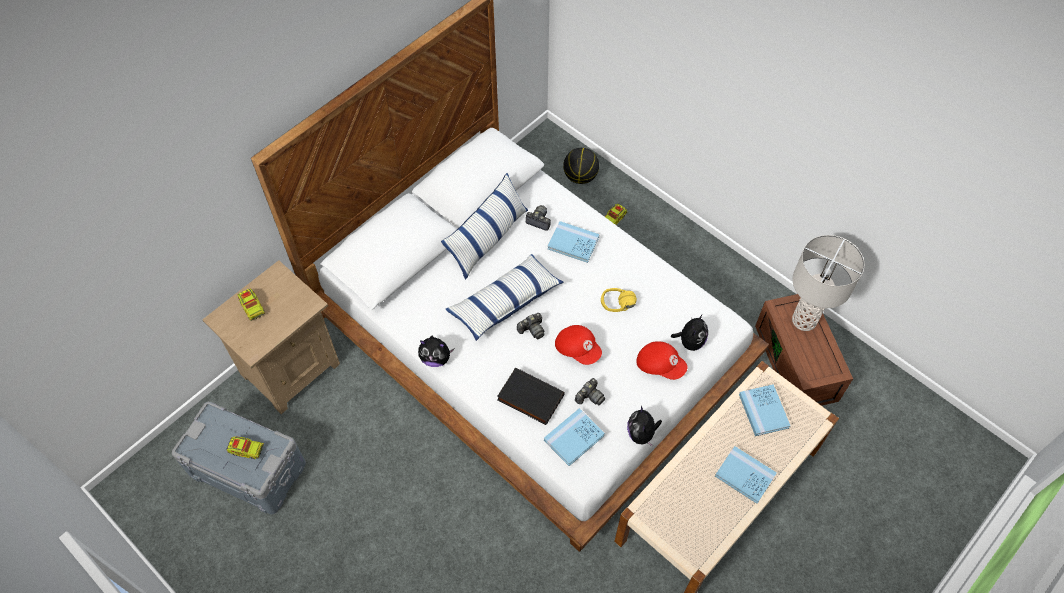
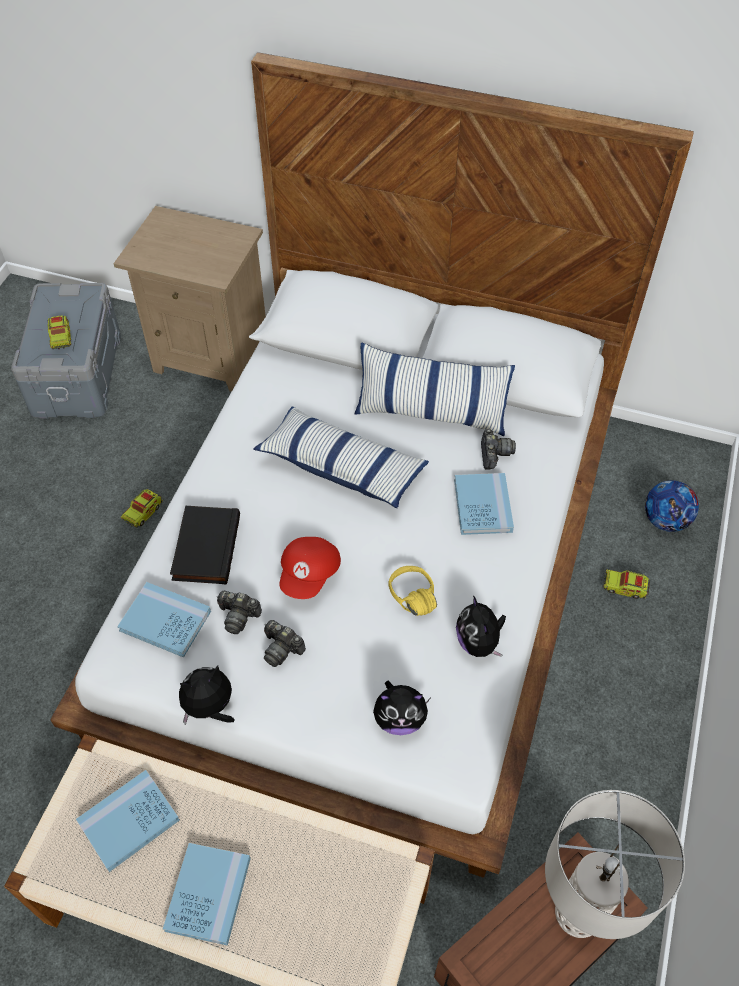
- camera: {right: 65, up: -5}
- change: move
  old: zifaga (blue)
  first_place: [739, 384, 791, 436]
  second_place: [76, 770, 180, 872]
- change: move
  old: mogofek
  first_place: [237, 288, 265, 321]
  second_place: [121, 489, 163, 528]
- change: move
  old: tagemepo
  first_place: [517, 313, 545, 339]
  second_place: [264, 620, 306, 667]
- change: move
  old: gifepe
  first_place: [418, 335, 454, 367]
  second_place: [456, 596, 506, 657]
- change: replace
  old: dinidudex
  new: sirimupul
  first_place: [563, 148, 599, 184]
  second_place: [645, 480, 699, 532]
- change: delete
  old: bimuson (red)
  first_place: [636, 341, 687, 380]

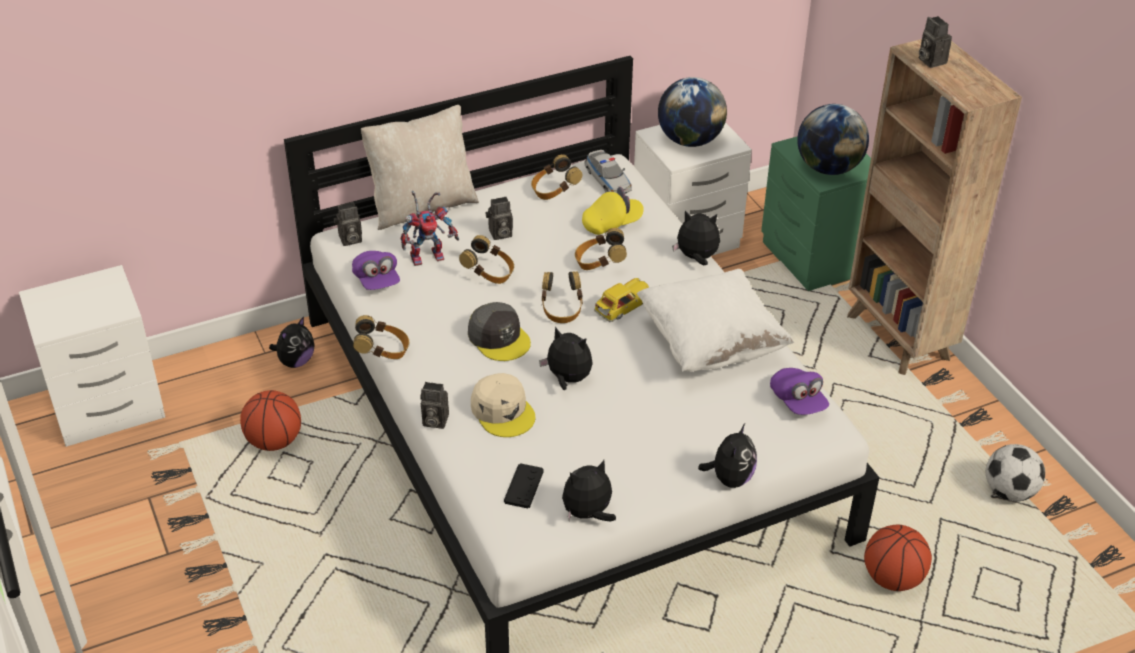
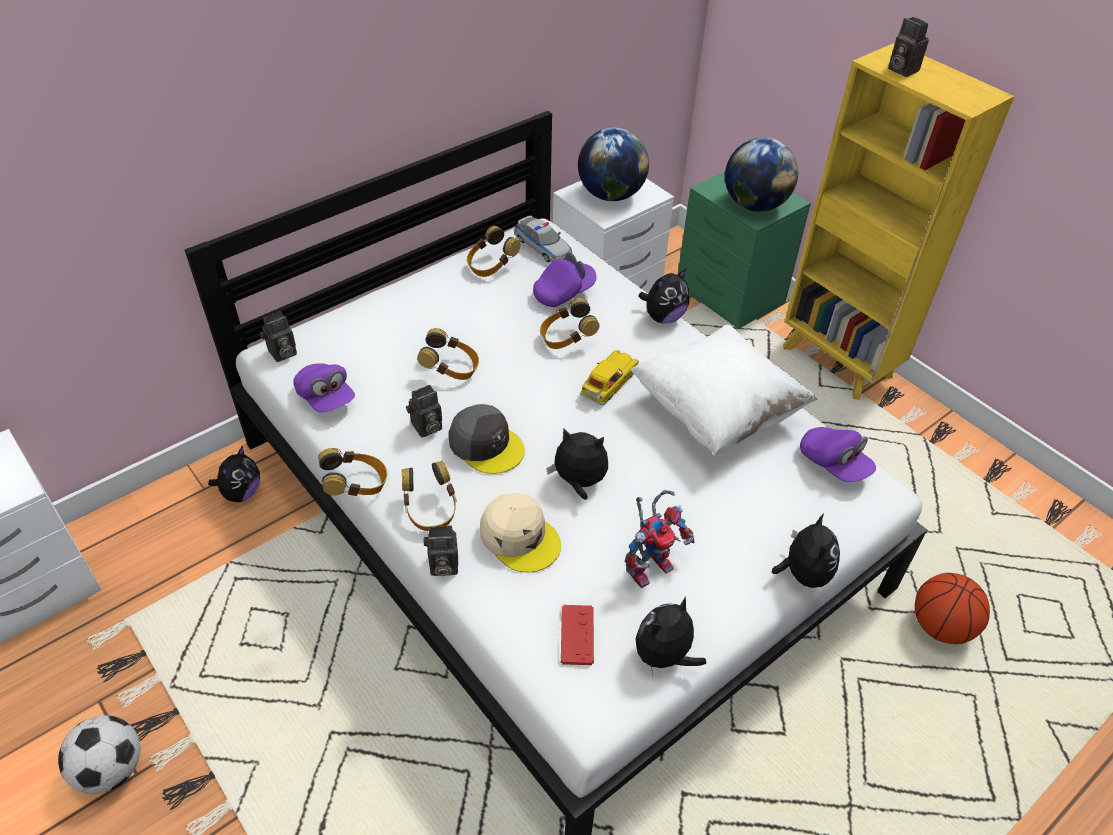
- camera: {right: -15, up: 5}
- change: move
  old: sirimupul
  first_place: [986, 444, 1045, 502]
  second_place: [58, 715, 140, 794]
- change: move
  old: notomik
  first_place: [542, 271, 583, 323]
  second_place: [402, 461, 457, 531]
- change: move
  old: tagemepo
  first_place: [485, 197, 513, 240]
  second_place: [406, 385, 442, 438]
- change: recolor
  old: bimuson (yellow)
  new: bimuson (purple)
  first_place: [582, 187, 644, 235]
  second_place: [533, 252, 596, 307]
- change: recolor
  old: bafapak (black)
  new: bafapak (red)
  first_place: [504, 463, 544, 508]
  second_place: [561, 605, 594, 665]
- change: move
  old: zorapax
  first_place: [401, 191, 459, 266]
  second_place: [625, 490, 695, 588]
- change: rotate
  old: gifepe
  first_place: [672, 211, 720, 266]
  second_place: [639, 268, 689, 324]
  degrees: 150
- change: recolor
  old: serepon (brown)
  new: serepon (yellow)
  first_place: [847, 39, 1022, 375]
  second_place: [783, 43, 1014, 400]
- change: delete
  old: dinidudex
  first_place: [240, 390, 301, 451]
- change: delete
  old: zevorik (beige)
  first_place: [361, 105, 479, 230]

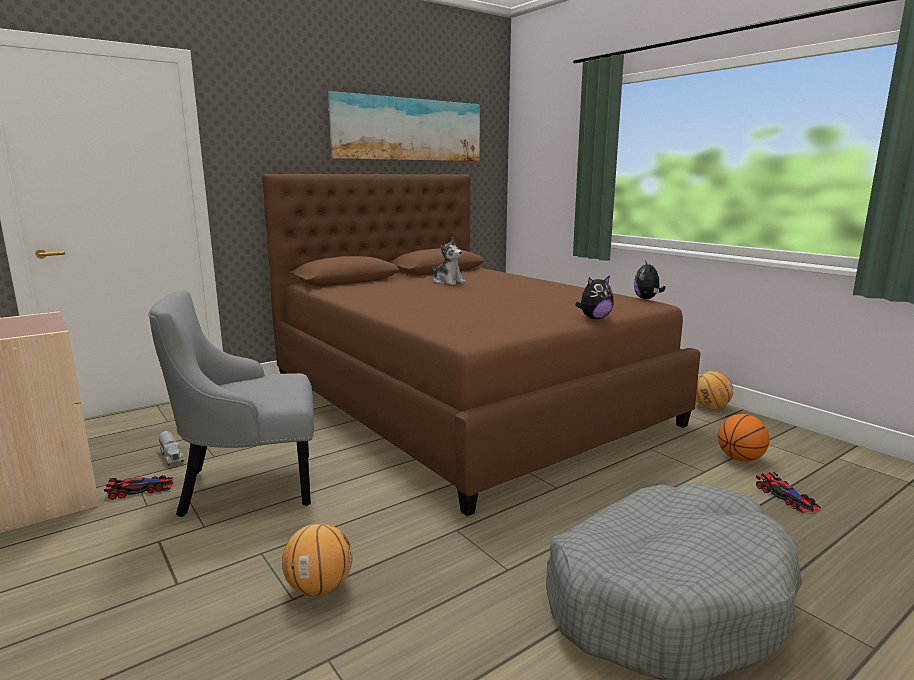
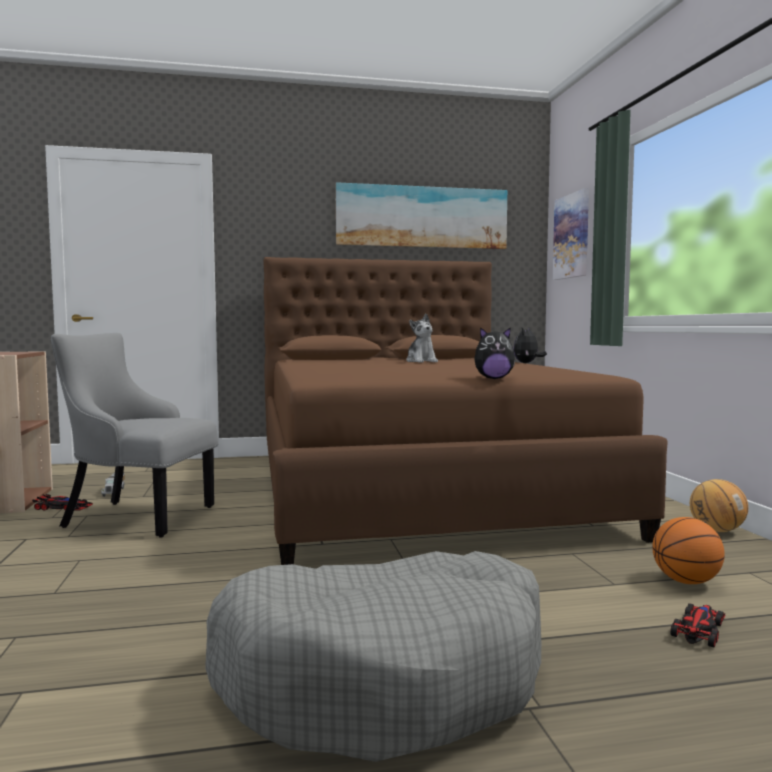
- camera: {right: 25, up: -10}
- change: move
  old: gifepe
  first_place: [634, 260, 666, 299]
  second_place: [513, 328, 547, 363]
- change: insert
  new: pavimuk
  second_place: [553, 188, 589, 280]
- change: rotate
  old: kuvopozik
  first_place: [756, 472, 821, 513]
  second_place: [670, 603, 726, 648]
  degrees: -150
- change: delete
  old: dinidudex
  first_place: [282, 523, 353, 596]

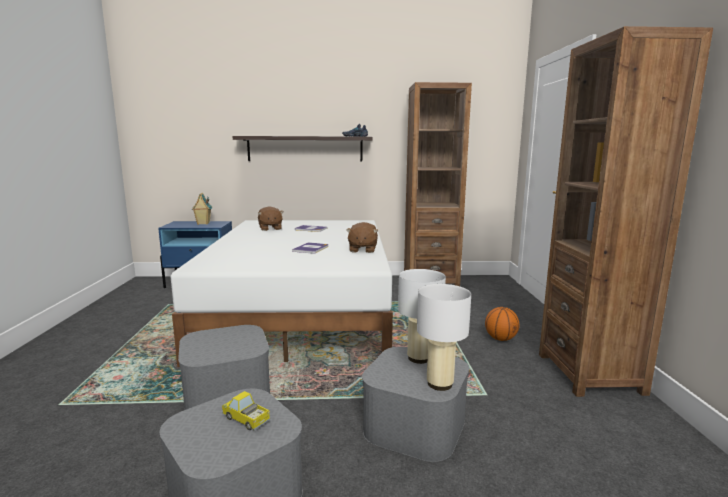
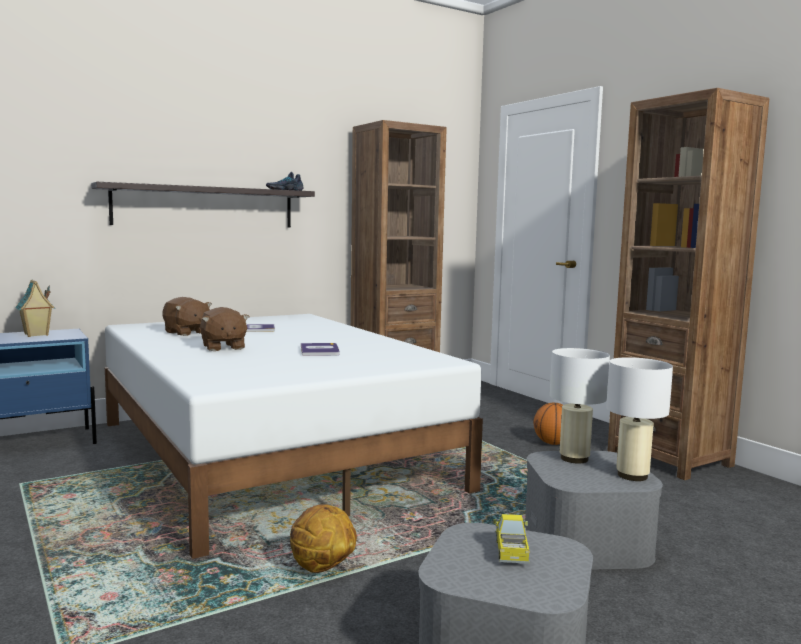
- camera: {right: -30, up: -5}
- change: move
  old: gifepe (brown)
  first_place: [346, 222, 378, 253]
  second_place: [200, 307, 249, 351]
- change: replace
  old: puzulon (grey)
  new: dinidudex
  first_place: [178, 325, 270, 410]
  second_place: [290, 504, 357, 573]
- change: rotate
  old: mogofek
  first_place: [222, 391, 270, 430]
  second_place: [493, 514, 530, 564]
  degrees: 90

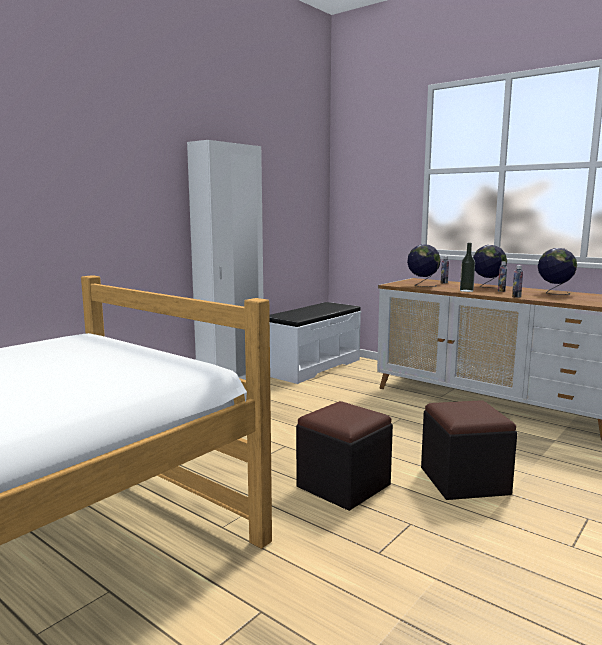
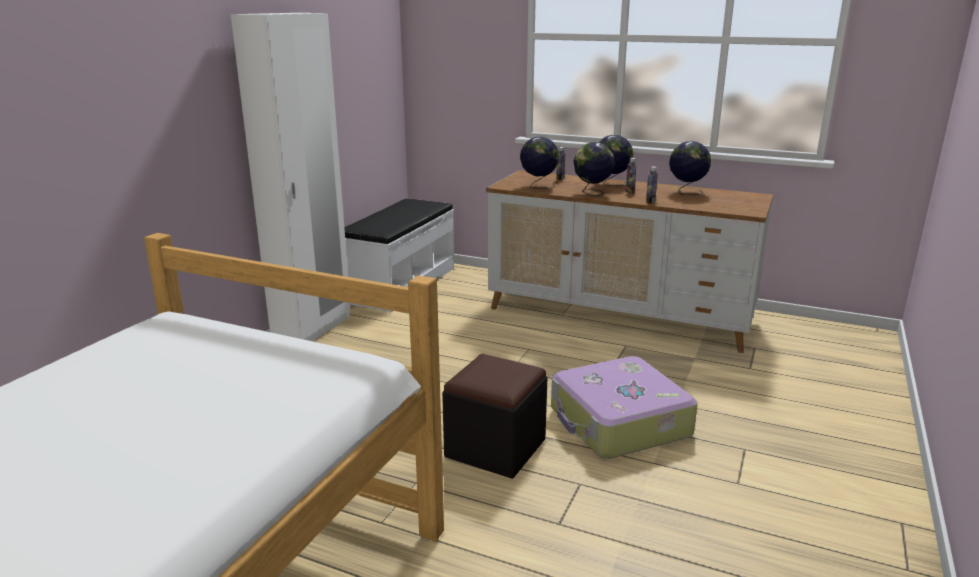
- camera: {right: -15, up: 10}
- change: replace
  old: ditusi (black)
  new: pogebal
  first_place: [421, 400, 517, 500]
  second_place: [551, 356, 698, 459]
- change: replace
  old: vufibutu
  new: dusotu
  first_place: [460, 243, 475, 292]
  second_place: [573, 142, 615, 196]

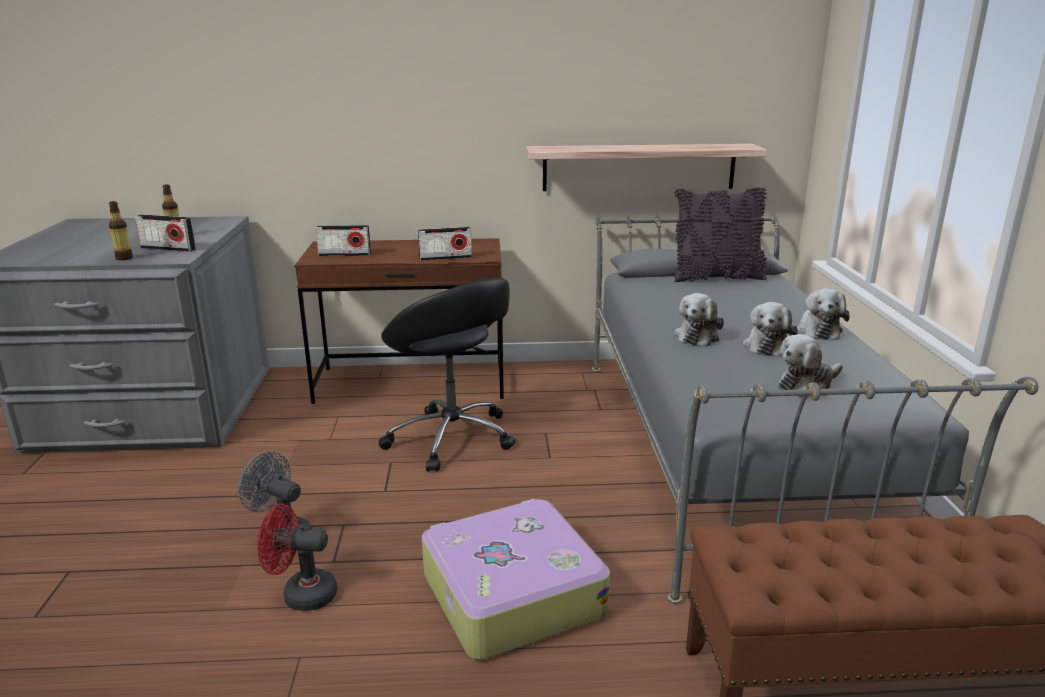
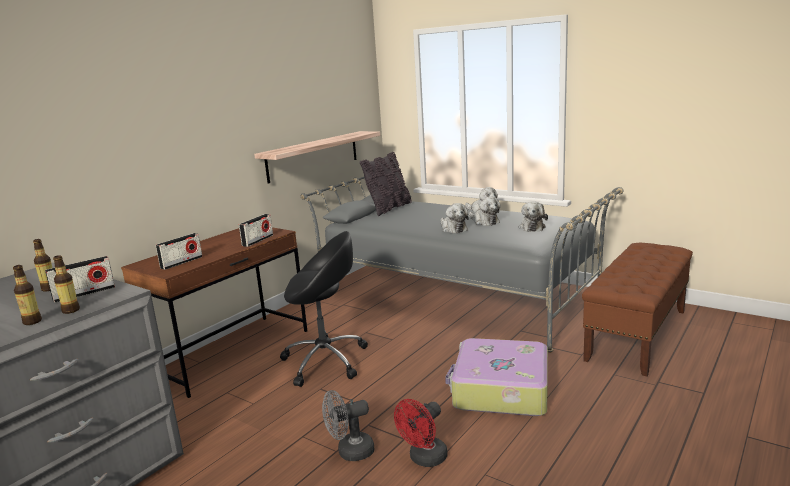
- camera: {right: -50, up: -5}
- change: insert
  new: vufibutu
  second_place: [13, 265, 42, 325]

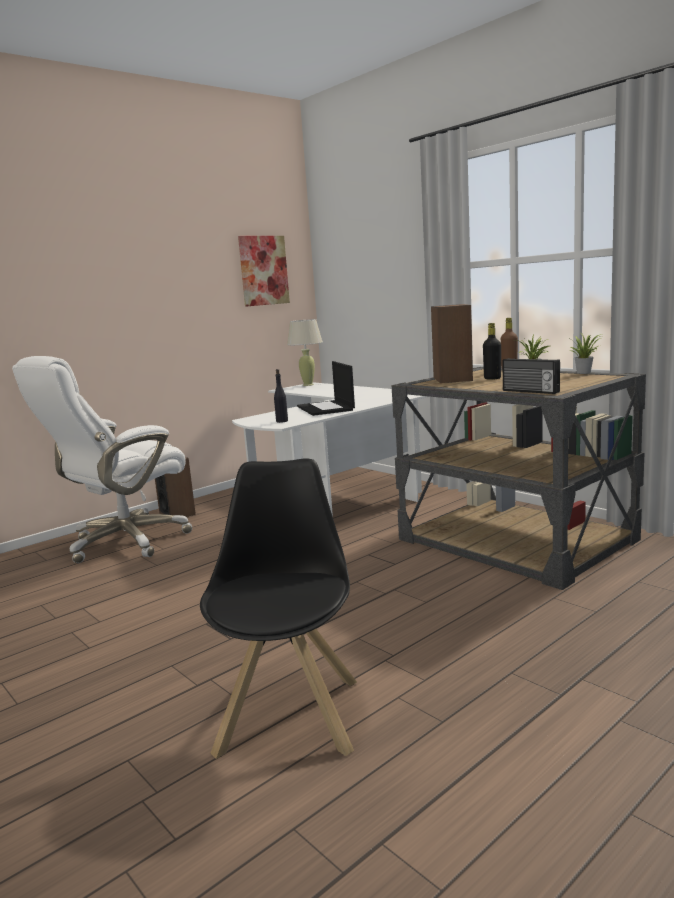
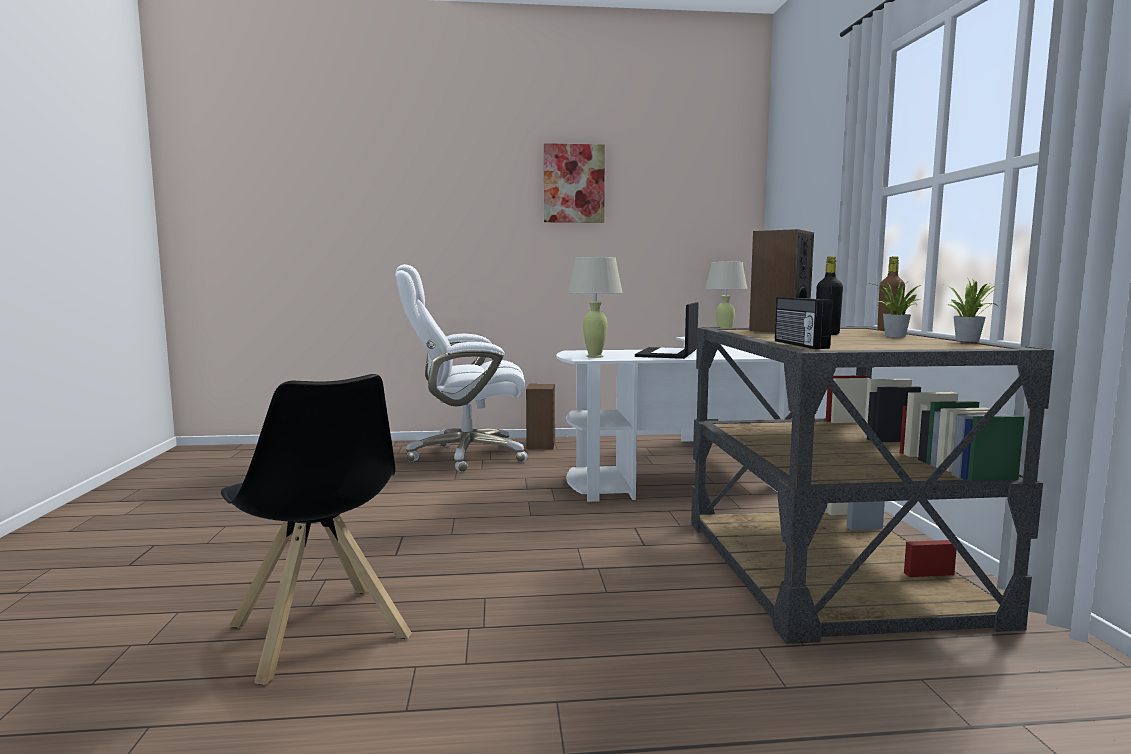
- camera: {right: 35, up: -5}
- change: rotate
  old: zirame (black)
  first_place: [200, 458, 357, 759]
  second_place: [221, 374, 412, 685]
  degrees: 105
- change: move
  old: pavimuk
  first_place: [238, 236, 290, 307]
  second_place: [544, 143, 605, 223]
- change: replace
  old: vufibutu (black)
  new: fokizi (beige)
  first_place: [274, 369, 288, 423]
  second_place: [568, 257, 623, 358]

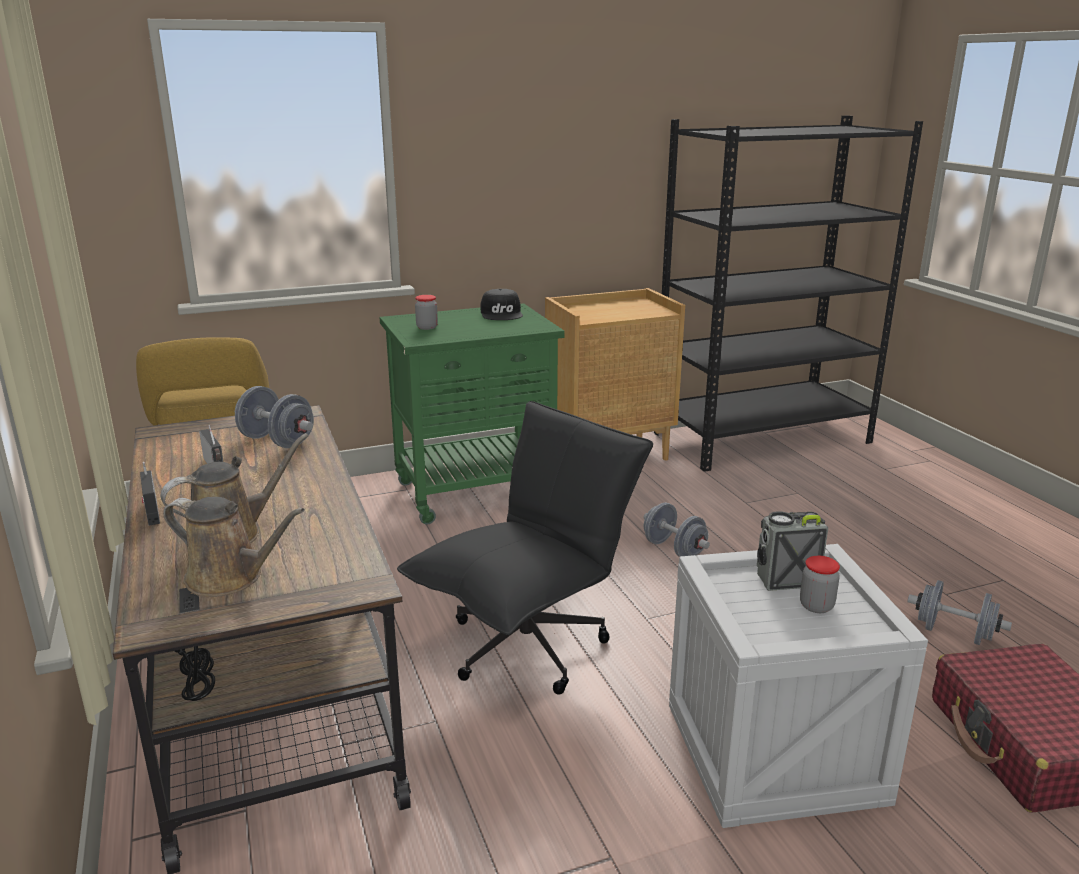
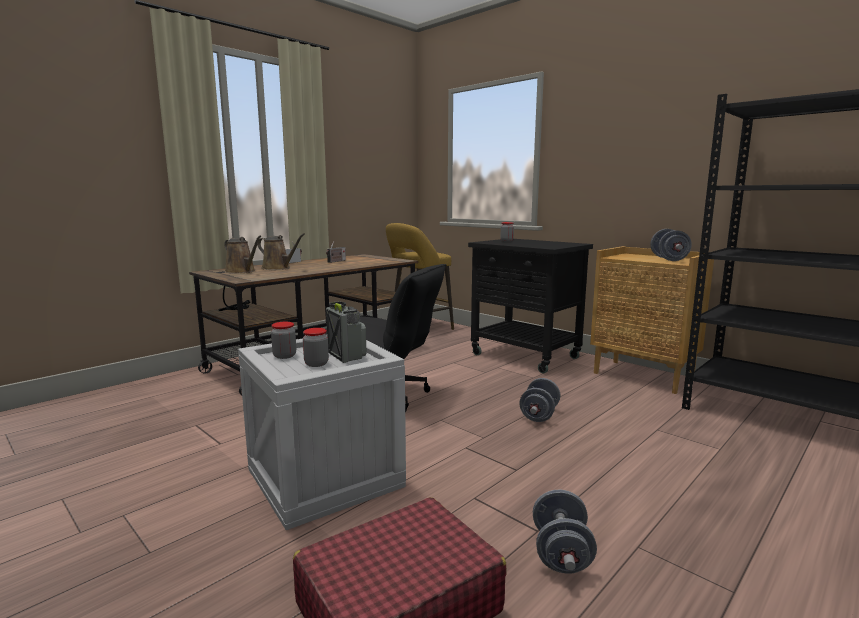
- camera: {right: 65, up: -10}
- change: rotate
  old: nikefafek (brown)
  first_place: [163, 497, 305, 597]
  second_place: [224, 235, 261, 274]
  degrees: -45
- change: insert
  new: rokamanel
  second_place: [271, 322, 296, 359]
- change: recolor
  old: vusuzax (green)
  new: vusuzax (black)
  first_place: [379, 303, 565, 524]
  second_place: [468, 239, 593, 373]
- change: move
  old: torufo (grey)
  first_place: [235, 386, 314, 448]
  second_place: [650, 229, 692, 261]
- change: delete
  old: bimuson (black)
  first_place: [480, 289, 523, 320]

